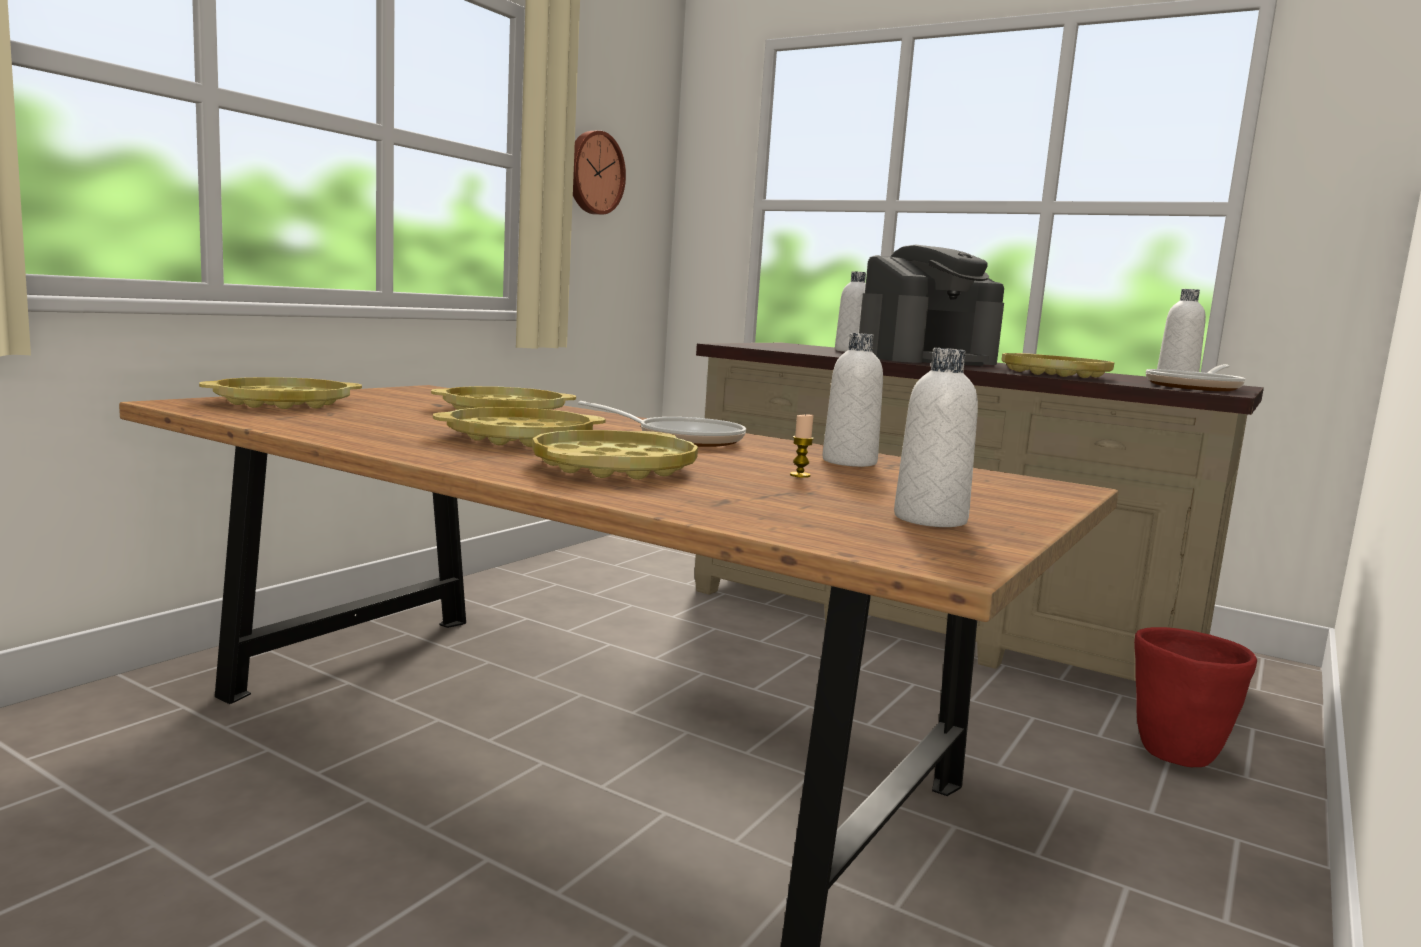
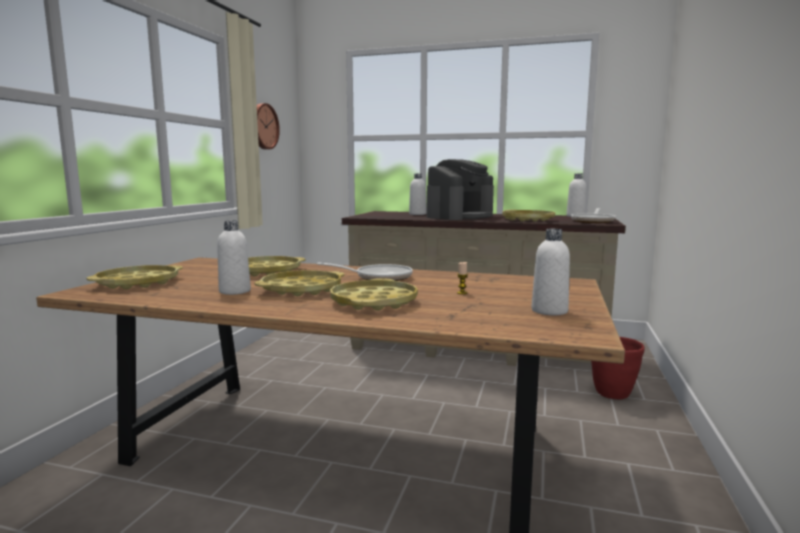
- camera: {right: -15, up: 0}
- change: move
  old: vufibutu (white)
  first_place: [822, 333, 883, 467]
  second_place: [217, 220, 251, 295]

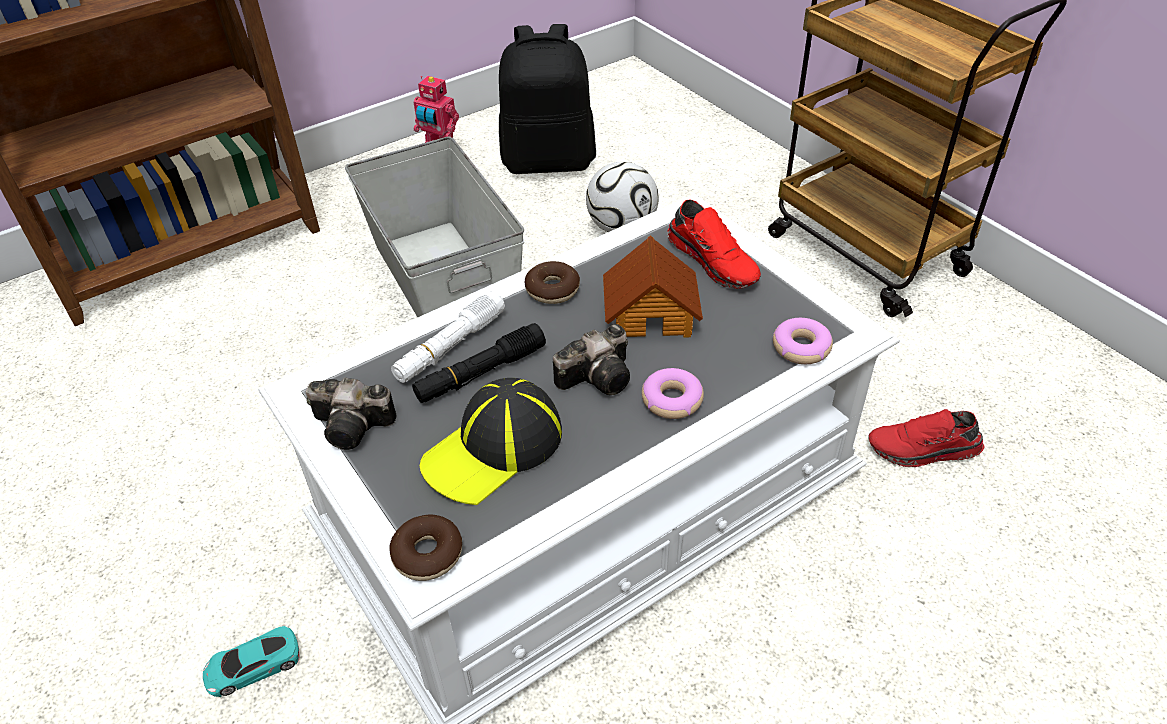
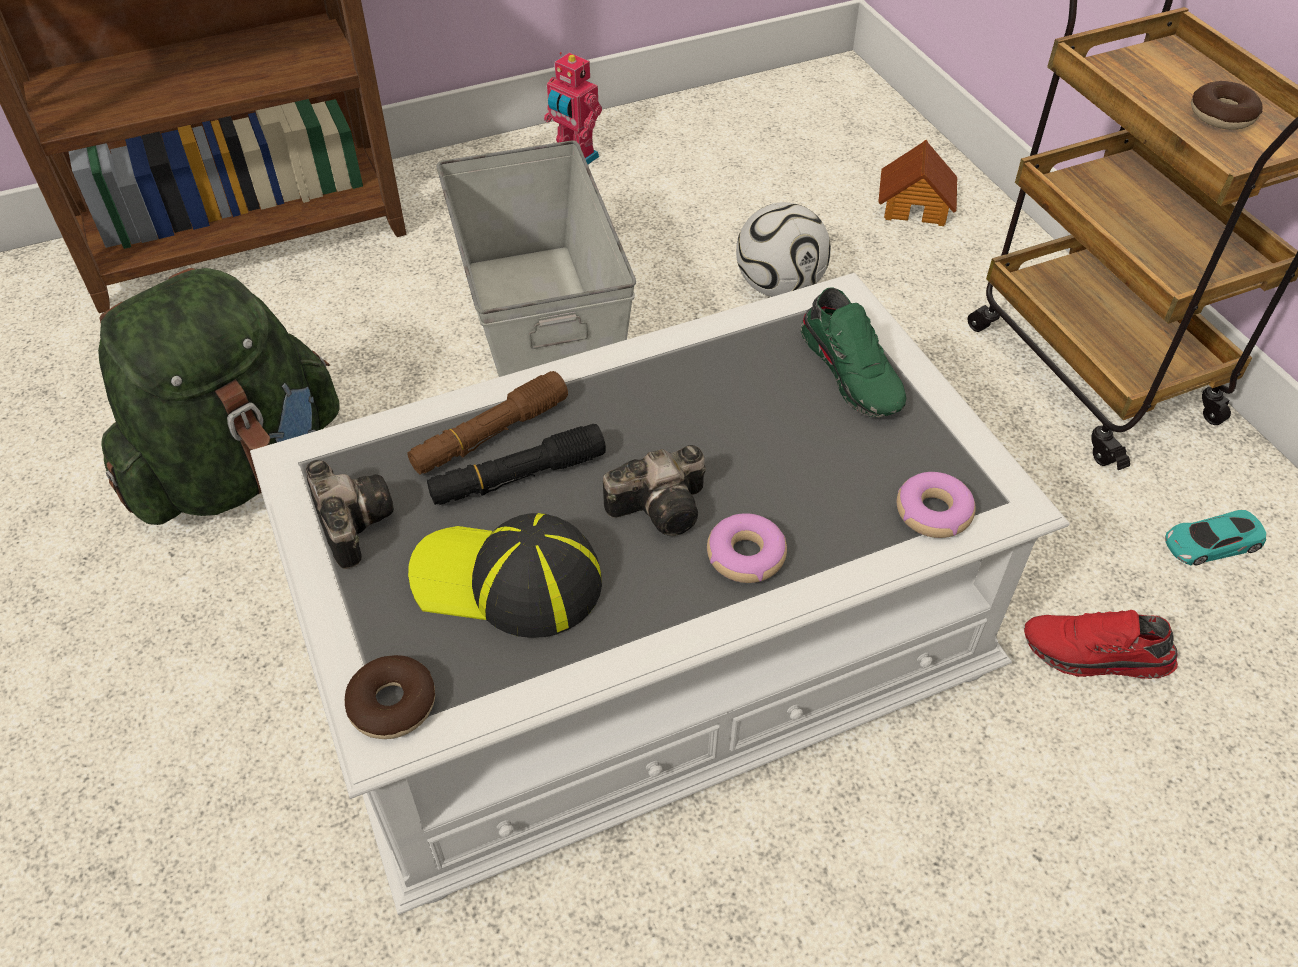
- camera: {right: 10, up: 5}
- change: insert
  new: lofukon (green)
  second_place: [98, 268, 340, 525]
- change: rotate
  old: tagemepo
  first_place: [306, 378, 397, 450]
  second_place: [306, 460, 394, 569]
  degrees: -135
- change: recolor
  old: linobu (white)
  new: linobu (brown)
  first_place: [391, 291, 505, 383]
  second_place: [407, 371, 568, 474]
- change: rotate
  old: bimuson
  first_place: [420, 378, 562, 505]
  second_place: [408, 513, 602, 638]
  degrees: 45
- change: recolor
  old: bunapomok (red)
  new: bunapomok (green)
  first_place: [667, 200, 761, 289]
  second_place: [801, 287, 906, 417]
- change: move
  old: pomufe
  first_place: [603, 235, 703, 338]
  second_place: [878, 140, 957, 226]
- change: move
  old: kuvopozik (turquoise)
  first_place: [203, 626, 300, 697]
  second_place: [1165, 510, 1266, 566]
- change: move
  old: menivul
  first_place: [524, 261, 580, 304]
  second_place: [1191, 81, 1263, 130]
- change: delete
  old: lofukon (black)
  first_place: [499, 24, 596, 174]

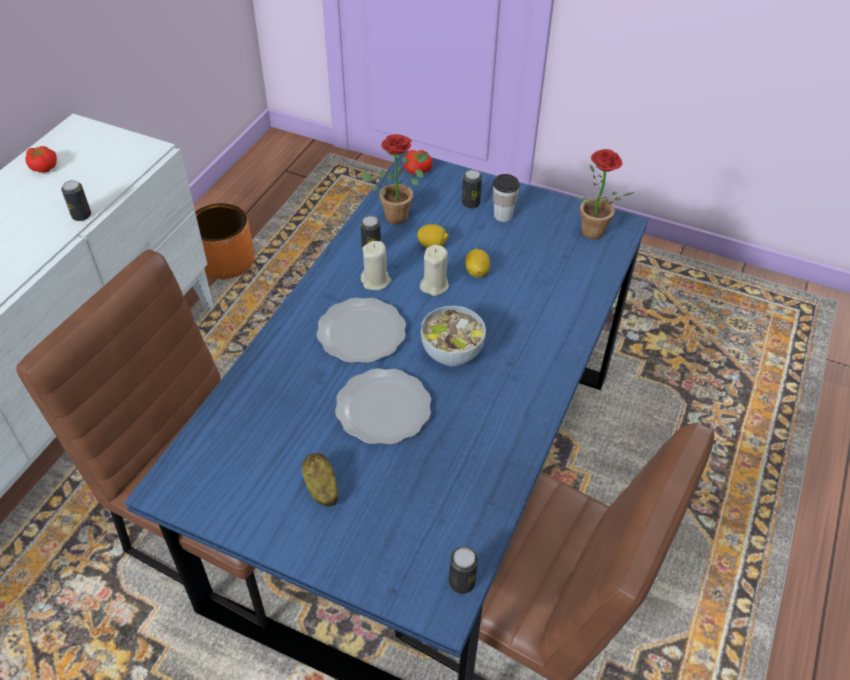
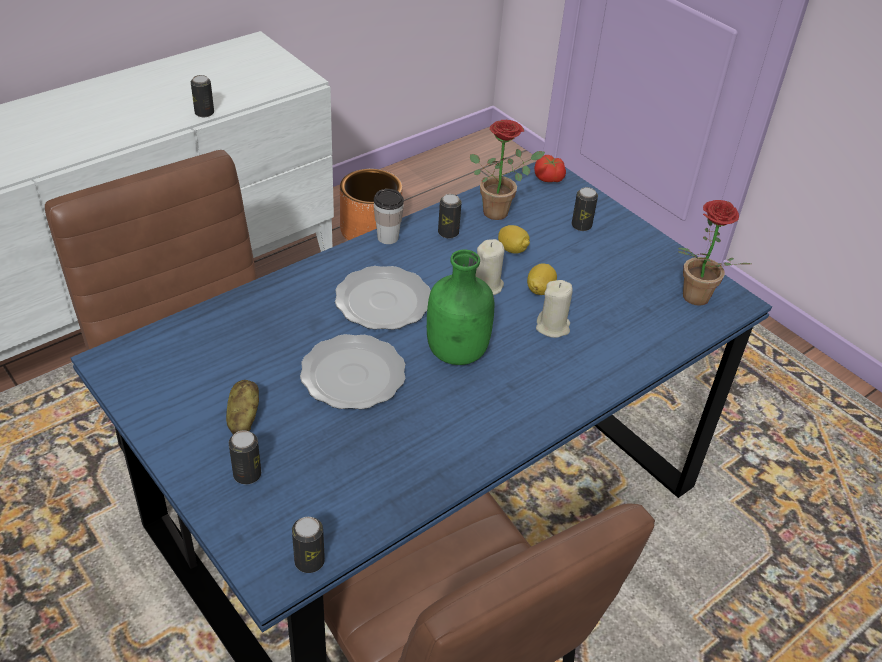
- camera: {right: 25, up: -5}
- change: insert
  new: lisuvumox
  second_place: [229, 430, 261, 484]
- change: move
  old: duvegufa
  first_place: [493, 174, 520, 222]
  second_place: [374, 189, 404, 244]
- change: replace
  old: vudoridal
  new: vufibutu (green)
  first_place: [421, 306, 486, 366]
  second_place: [427, 249, 494, 365]
- change: move
  old: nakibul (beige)
  first_place: [361, 241, 391, 290]
  second_place: [536, 280, 573, 338]
- change: delete
  old: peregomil
  first_place: [26, 146, 57, 173]

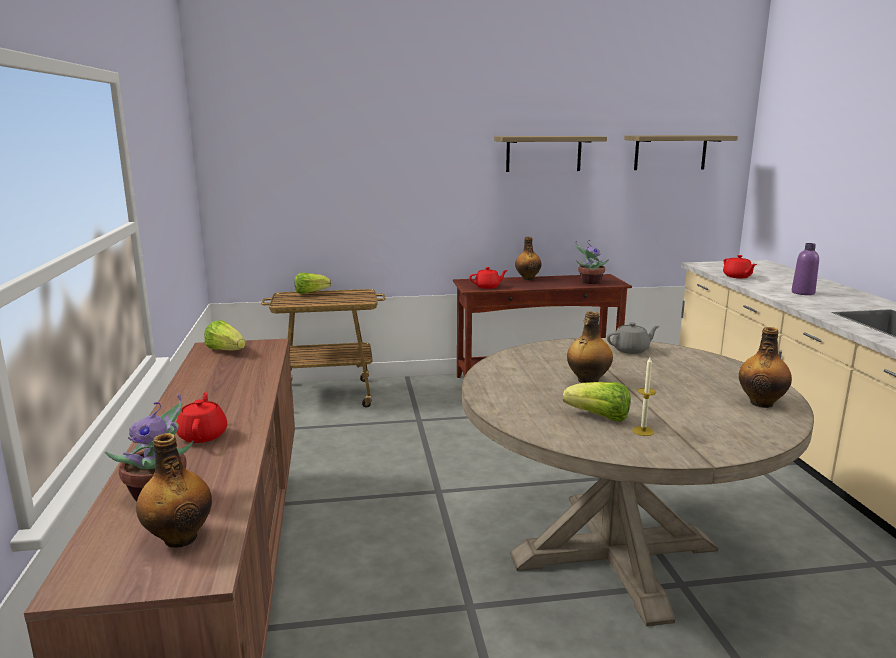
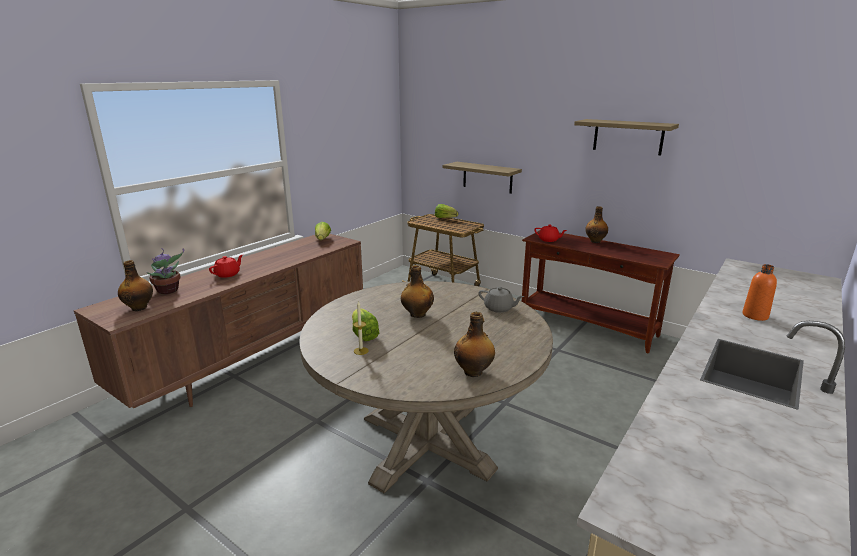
- camera: {right: 45, up: 5}
- change: move
  old: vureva
  first_place: [624, 135, 738, 170]
  second_place: [442, 162, 522, 194]
- change: recolor
  old: vufibutu (purple)
  new: vufibutu (orange)
  first_place: [792, 243, 819, 295]
  second_place: [743, 264, 777, 321]
- change: delete
  old: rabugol
  first_place: [575, 240, 609, 284]
- change: delete
  old: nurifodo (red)
  first_place: [723, 255, 757, 278]

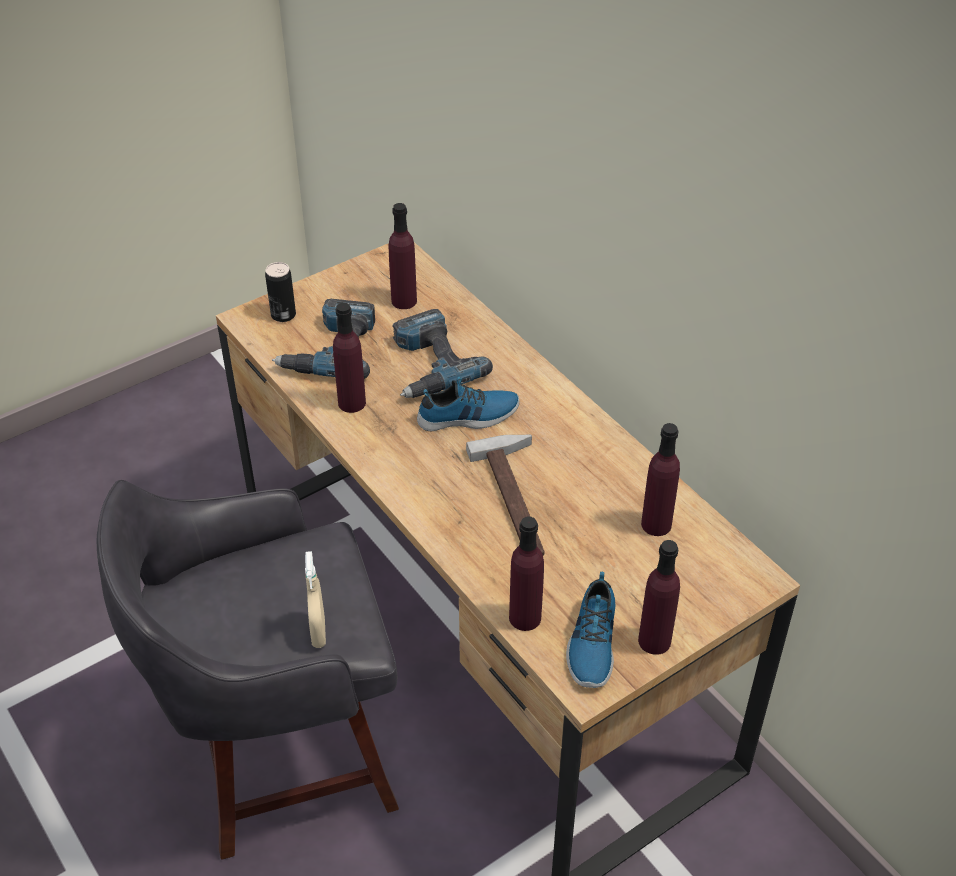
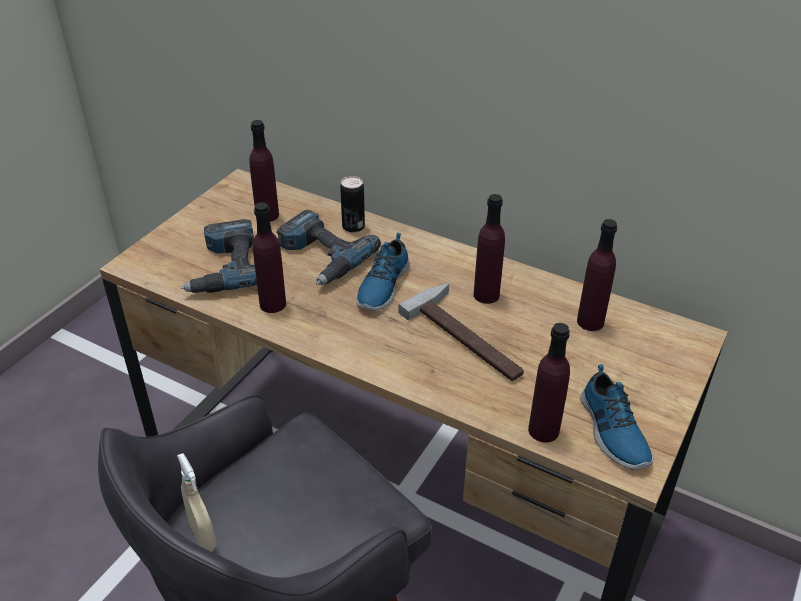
- camera: {right: -25, up: -5}
- change: move
  old: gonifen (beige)
  first_place: [305, 551, 326, 648]
  second_place: [177, 453, 216, 552]
- change: move
  old: lisuvumox
  first_place: [265, 262, 296, 322]
  second_place: [340, 176, 365, 232]
- change: rotate
  old: bunapomok
  first_place: [417, 376, 519, 431]
  second_place: [356, 233, 410, 311]
  degrees: 150
- change: move
  old: vufibutu (purple)
  first_place: [638, 540, 680, 655]
  second_place: [474, 194, 505, 304]

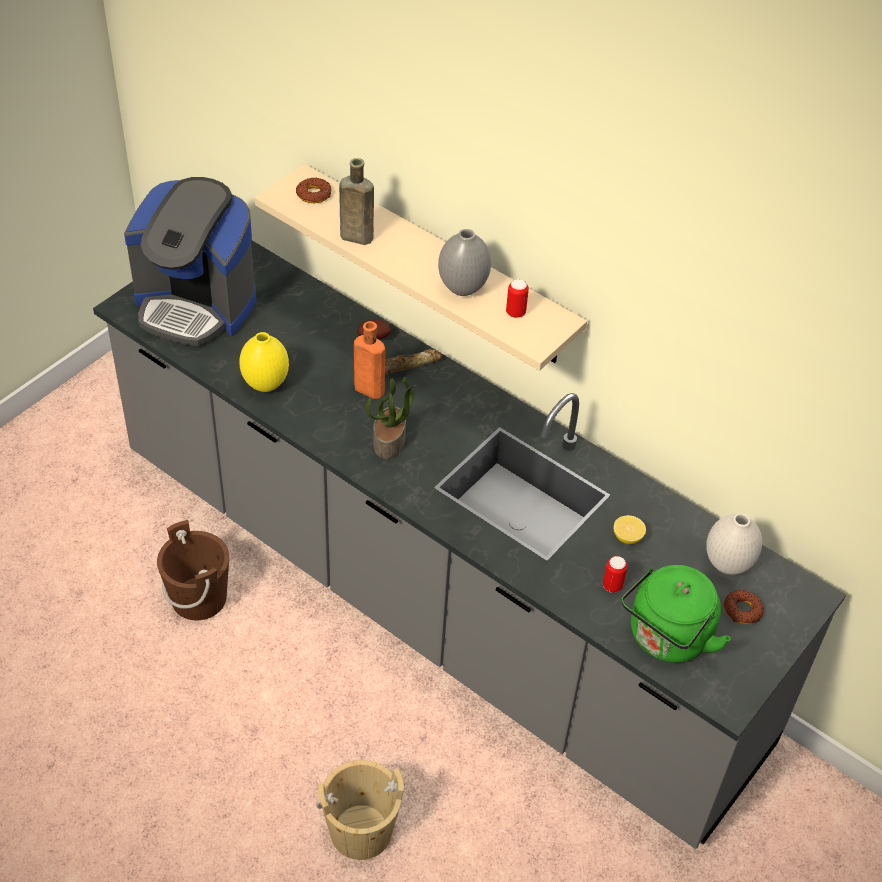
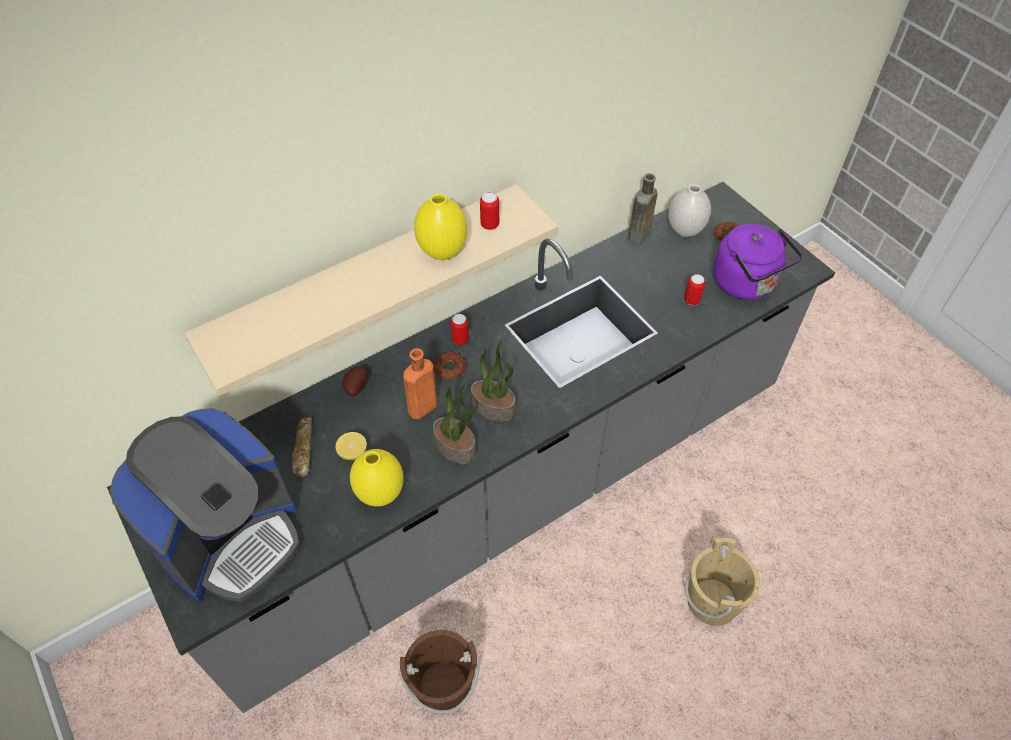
- camera: {right: -70, up: 5}
- change: move
  old: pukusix
  first_place: [385, 349, 442, 374]
  second_place: [292, 416, 312, 477]
- change: move
  old: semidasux
  first_place: [613, 515, 646, 544]
  second_place: [336, 432, 367, 460]
- change: recolor
  old: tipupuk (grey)
  new: tipupuk (yellow)
  first_place: [438, 229, 491, 296]
  second_place: [414, 194, 467, 260]
- change: move
  old: menivul
  first_place: [296, 177, 331, 203]
  second_place: [433, 351, 466, 380]
- change: insert
  new: rabugol
  second_place: [433, 381, 476, 464]
- change: insert
  new: lisuvumox
  second_place: [451, 314, 469, 345]
- change: move
  old: vufibutu (brown)
  first_place: [339, 158, 374, 245]
  second_place: [628, 173, 657, 245]
- change: recolor
  old: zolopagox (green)
  new: zolopagox (purple)
  first_place: [621, 565, 731, 663]
  second_place: [713, 224, 803, 300]

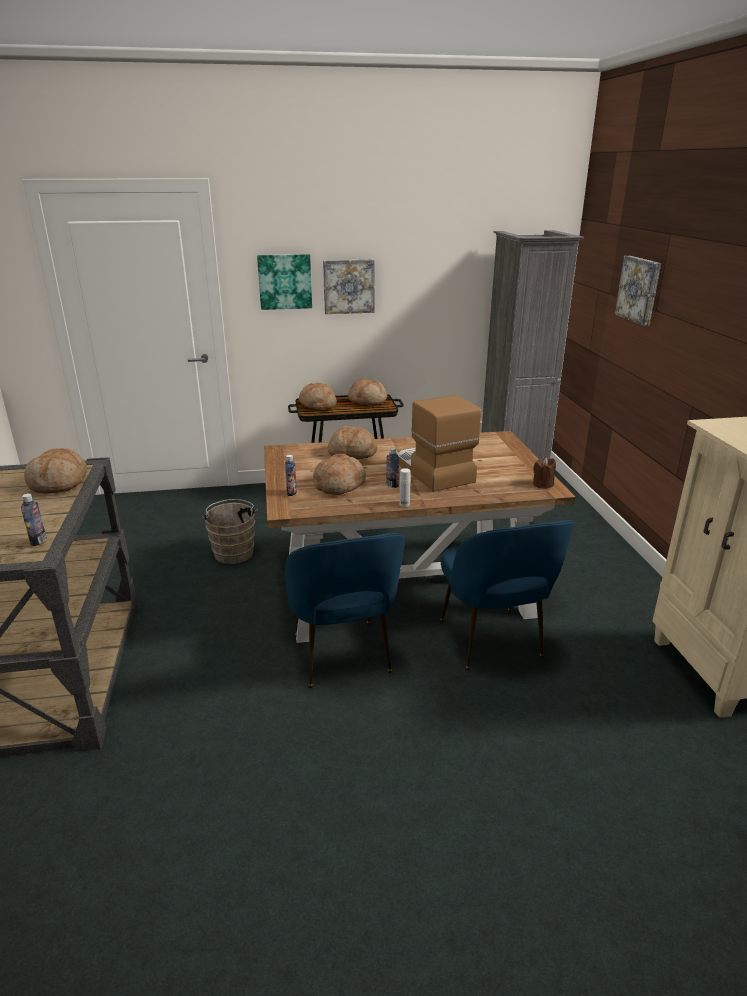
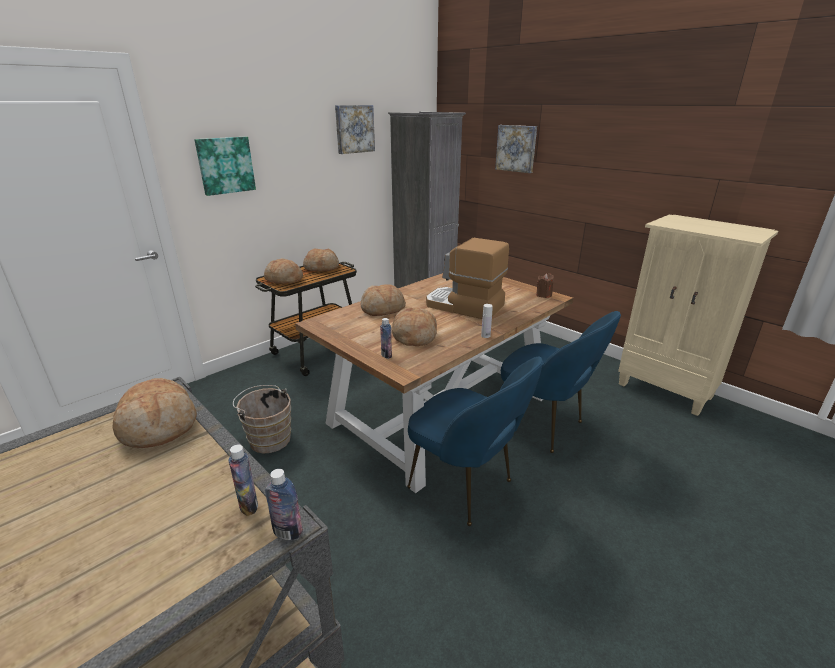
- camera: {right: -35, up: 0}
- change: move
  old: vufibutu
  first_place: [386, 448, 399, 488]
  second_place: [265, 469, 303, 540]
- change: move
  old: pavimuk
  first_place: [323, 259, 375, 314]
  second_place: [335, 105, 375, 154]

